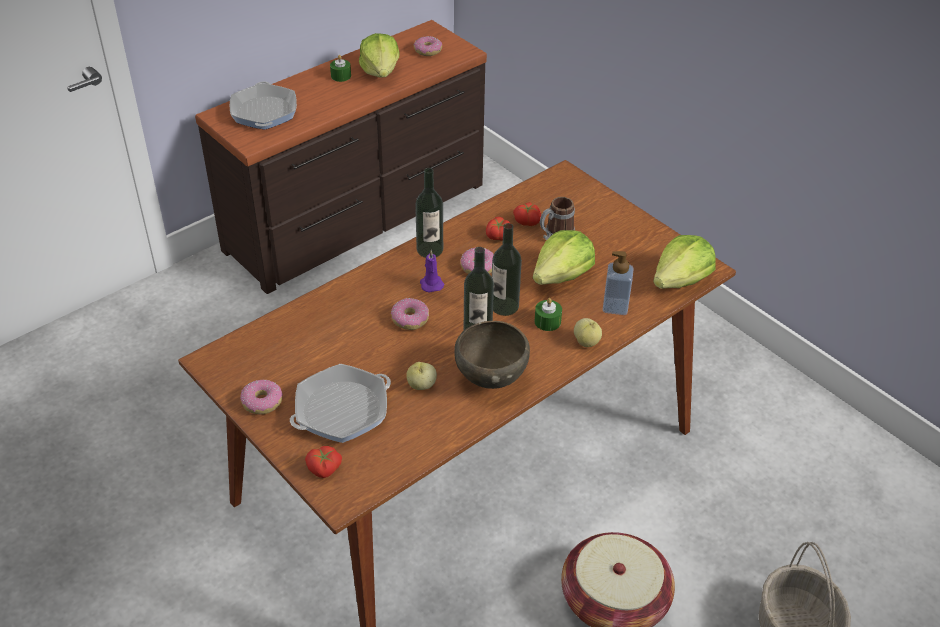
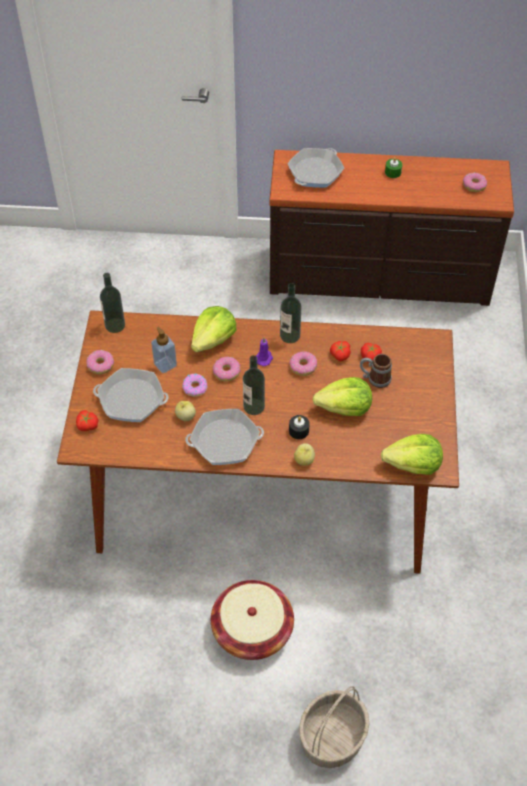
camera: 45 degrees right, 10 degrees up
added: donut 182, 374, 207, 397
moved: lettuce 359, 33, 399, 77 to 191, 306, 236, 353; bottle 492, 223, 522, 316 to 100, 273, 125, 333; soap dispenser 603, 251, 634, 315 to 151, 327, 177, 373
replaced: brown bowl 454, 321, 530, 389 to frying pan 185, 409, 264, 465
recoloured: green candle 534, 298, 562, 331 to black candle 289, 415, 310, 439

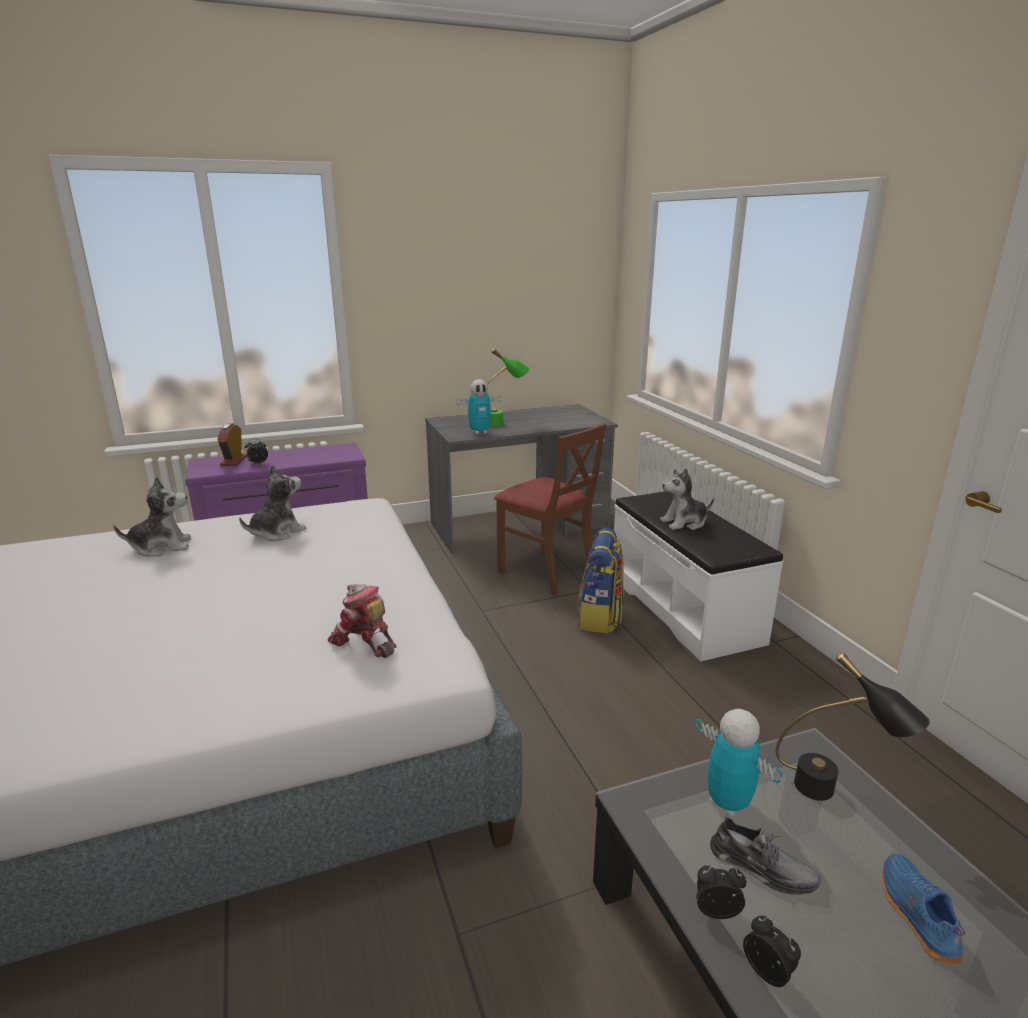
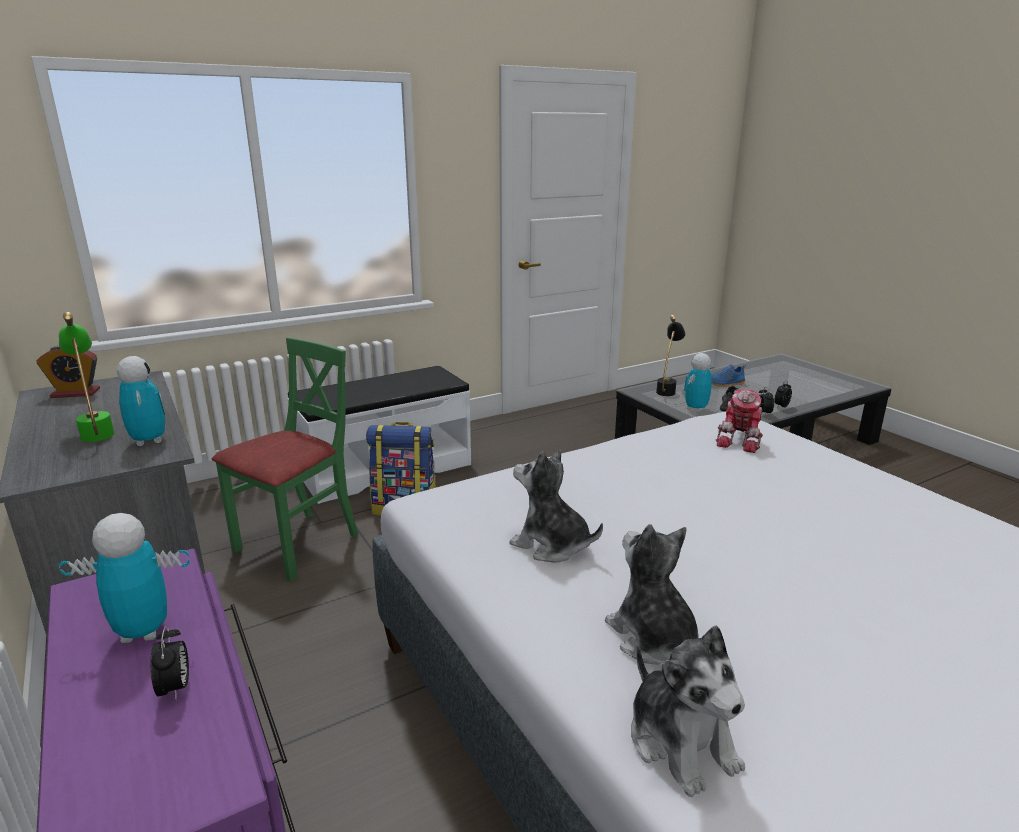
camera: 100 degrees left, 0 degrees up
added: toy robot 59, 513, 190, 643
moved: alarm clock 217, 423, 247, 466 to 36, 345, 100, 398; plush toy 660, 468, 714, 530 to 631, 626, 745, 797
recoloured: brown chair 494, 423, 606, 596 to green chair 212, 337, 358, 581

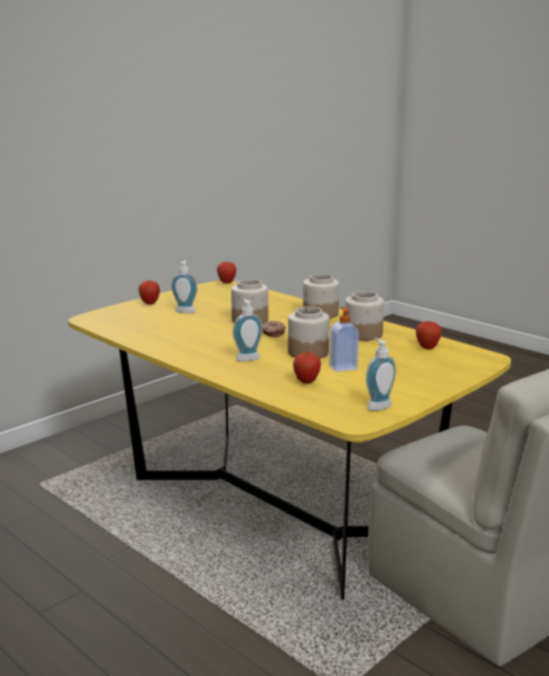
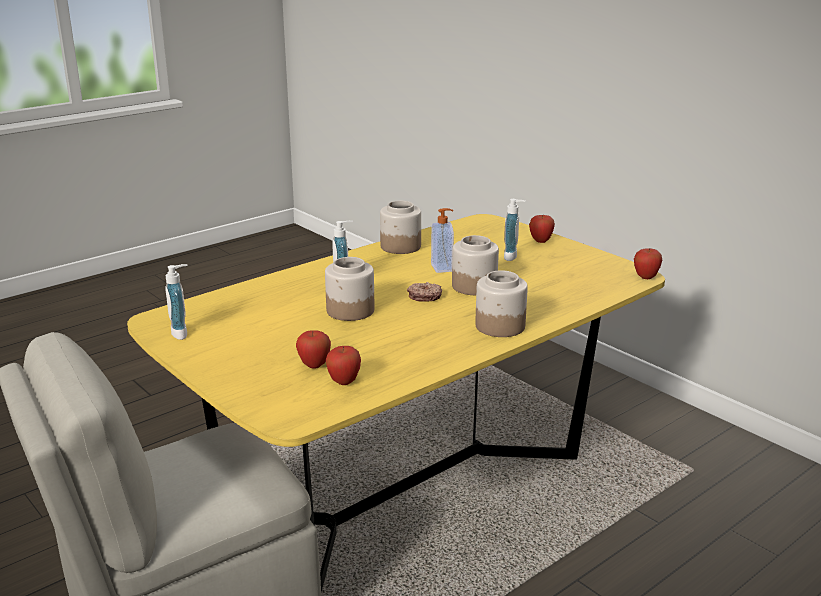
camera: 95 degrees right, 5 degrees up
moved: apple 293, 352, 321, 384 to 296, 330, 331, 369; soap dispenser 329, 307, 359, 372 to 431, 208, 454, 273; jar 345, 291, 384, 341 to 380, 201, 421, 254

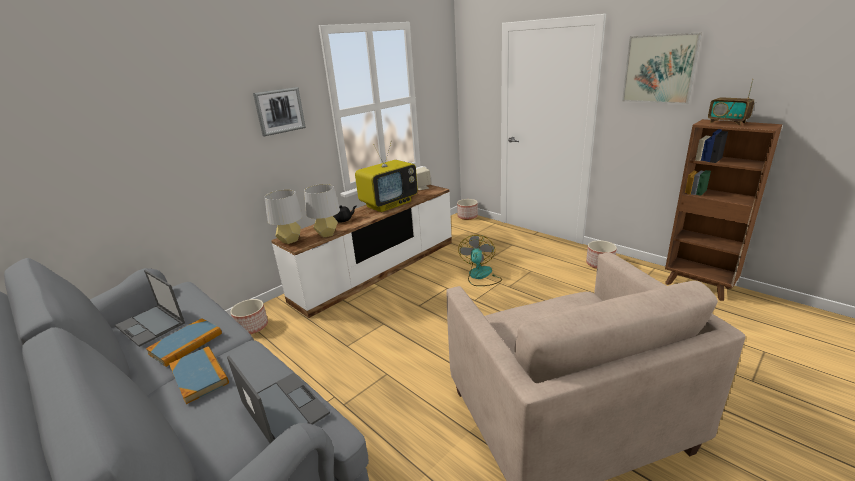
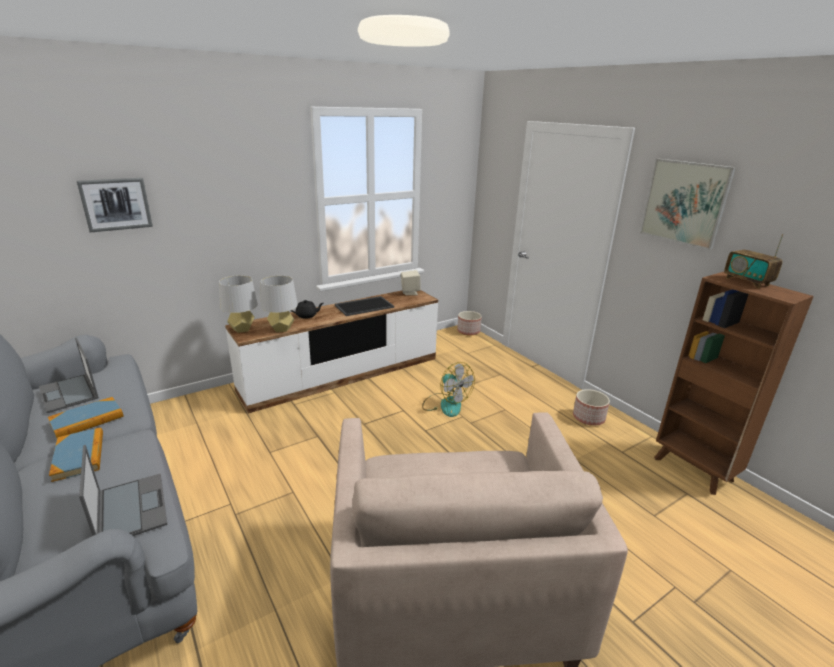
camera: 10 degrees right, 0 degrees up
removed: planter 230, 299, 268, 334
moved: picture 253, 87, 306, 136 to 77, 178, 153, 232
replaced: television 355, 141, 418, 212 to tray 335, 296, 394, 316
turned: fan 458, 235, 502, 286 = 422, 362, 475, 417 120 degrees clockwise

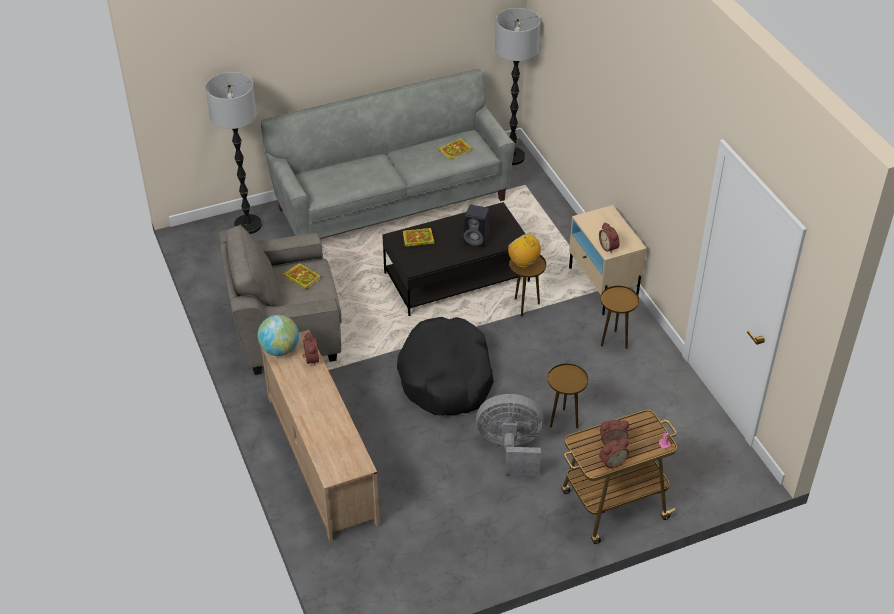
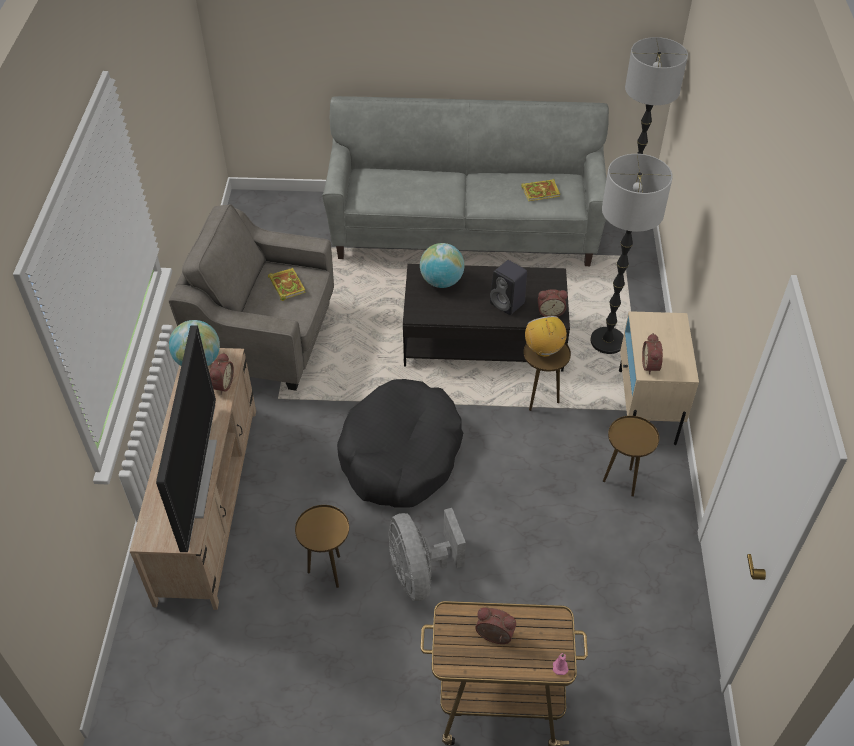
camera: 25 degrees right, 5 degrees up
added: television 156, 325, 217, 552
moved: floor lamp 206, 72, 262, 234 to 590, 154, 673, 354; brown side table 548, 363, 588, 428 to 295, 505, 349, 588; alarm clock 599, 439, 629, 468 to 538, 289, 568, 317
replaced: book 403, 228, 435, 246 to globe 420, 243, 464, 288
turned: grey fan 476, 394, 544, 476 = 389, 508, 466, 601 135 degrees counterclockwise

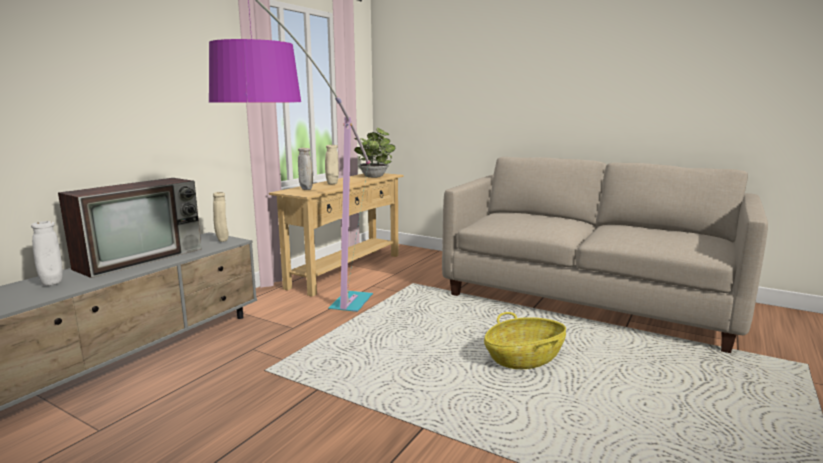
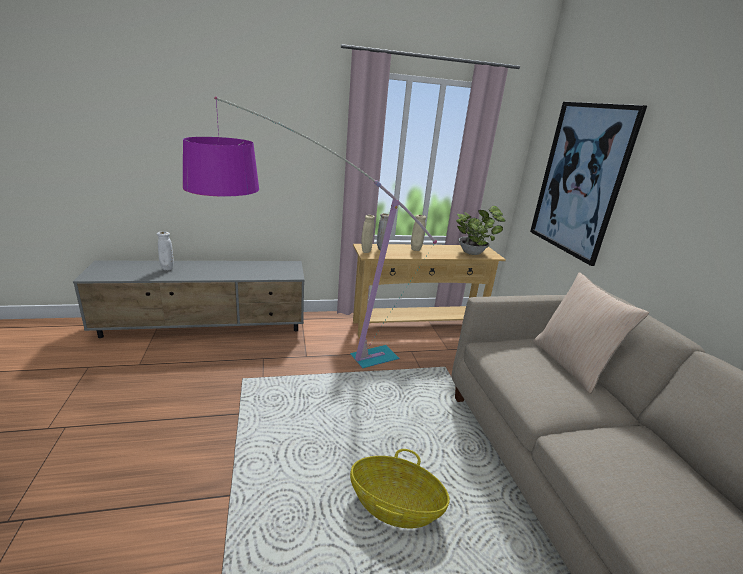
camera: 45 degrees right, 10 degrees up
removed: television 58, 178, 202, 278
added: picture 530, 102, 647, 266; beige pillow 533, 272, 649, 394
moved: beige vase 213, 192, 229, 242 to 361, 215, 375, 253

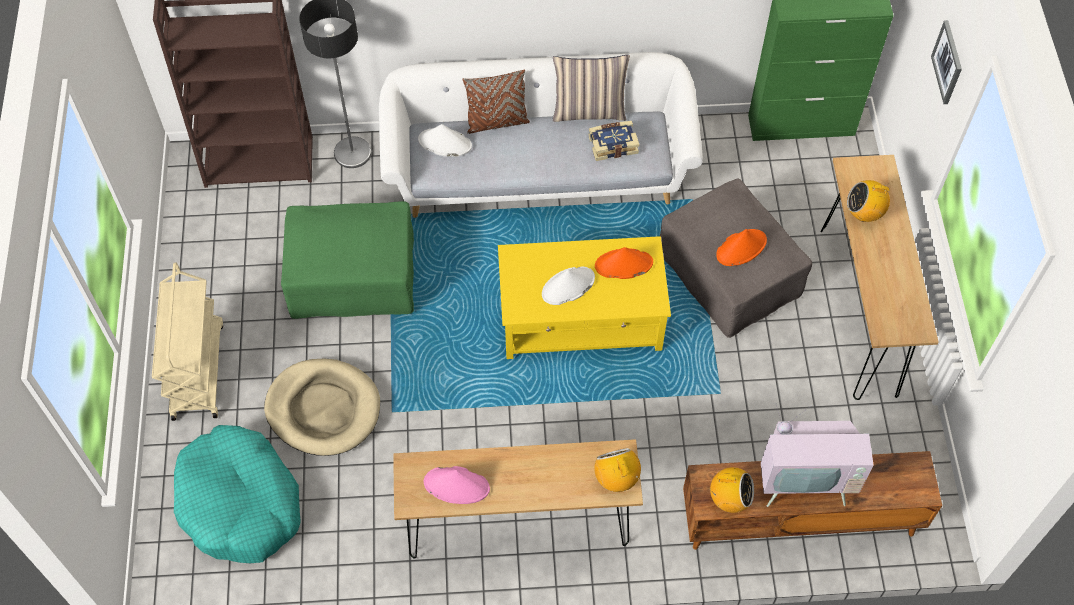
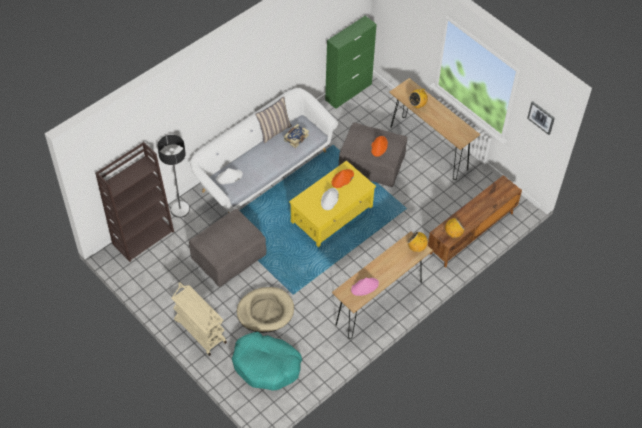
camera: 40 degrees left, 5 degrees down
removed: brown pillow 463, 69, 530, 134; television 761, 403, 874, 507
moved: picture 931, 20, 962, 104 to 527, 101, 555, 135
recoloured: green ottoman 281, 201, 414, 319 to grey ottoman 189, 209, 266, 287

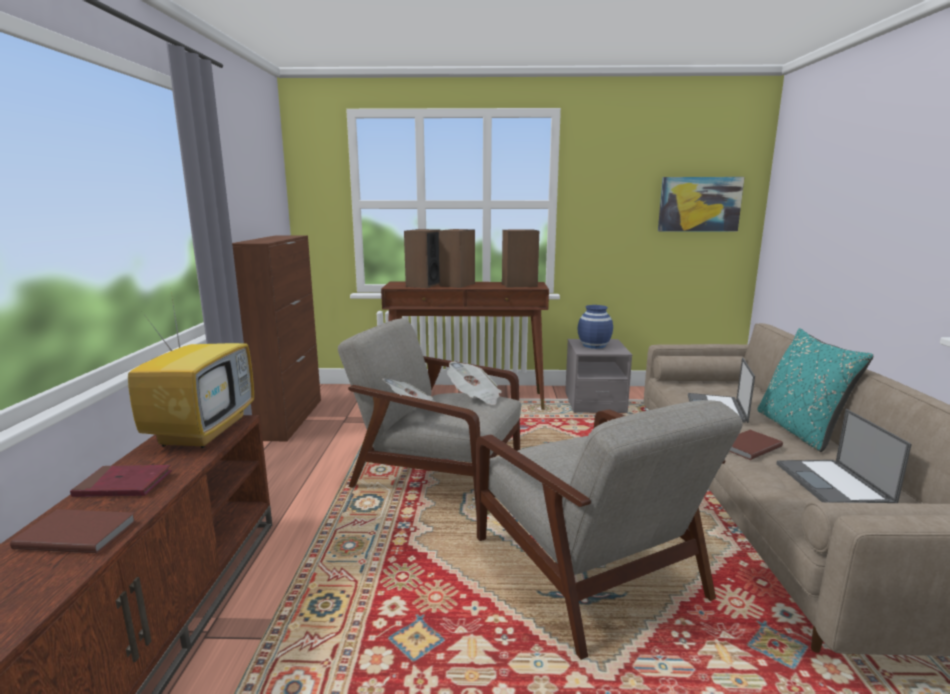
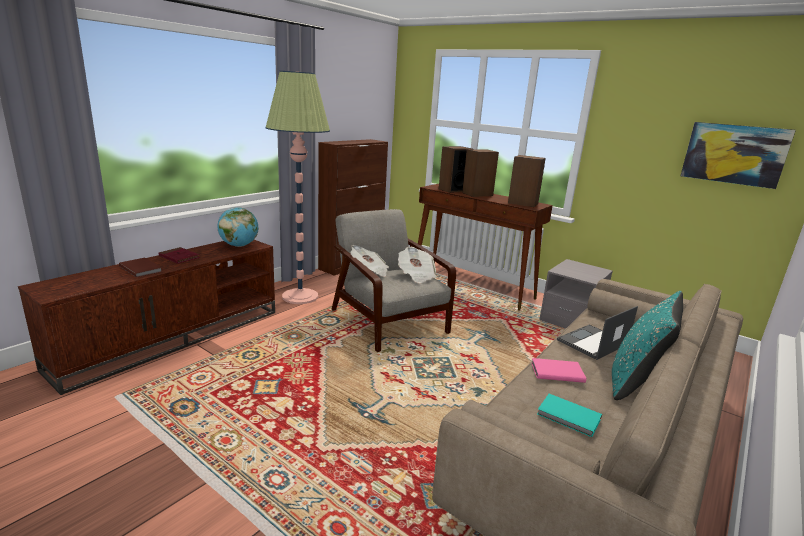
camera: 35 degrees right, 5 degrees up
removed: grey armchair 476, 400, 743, 660; blue vase 578, 305, 613, 349
added: floor lamp 266, 71, 330, 304
replaced: television 128, 292, 254, 448 to globe 218, 207, 259, 247; laptop 776, 409, 912, 503 to turquoise book 537, 394, 602, 437
recoloured: brown book 729, 430, 783, 460 to pink book 531, 358, 586, 383

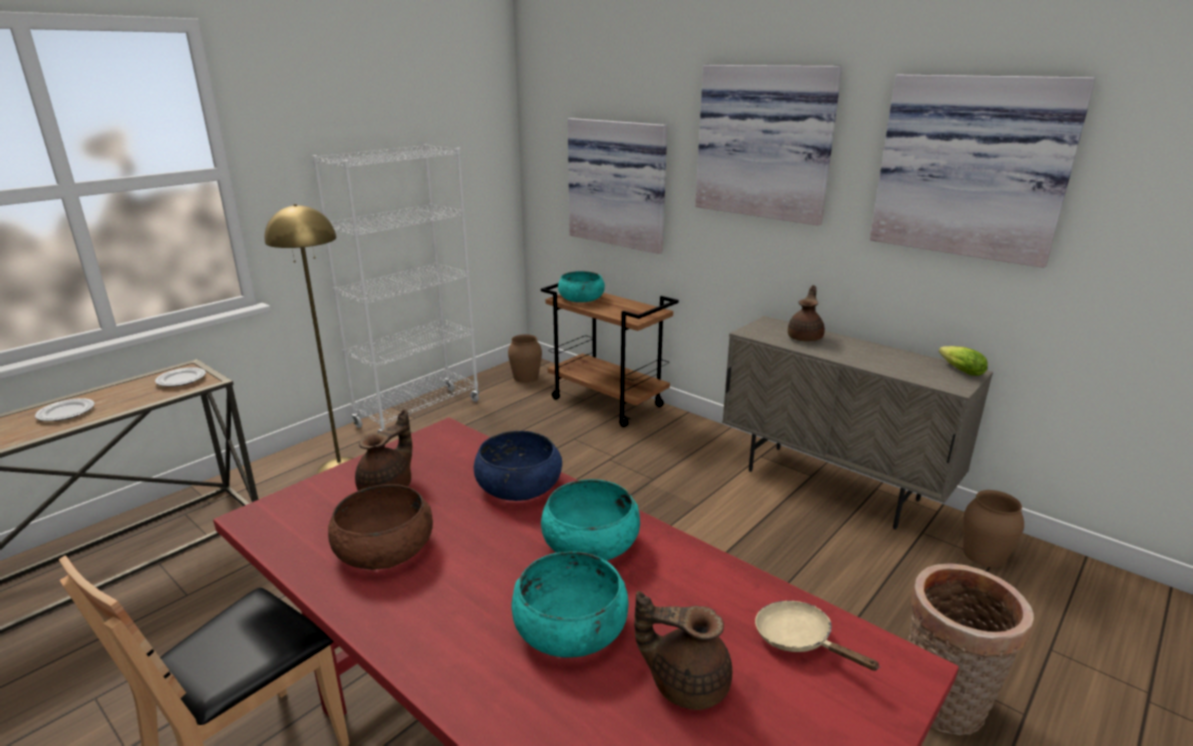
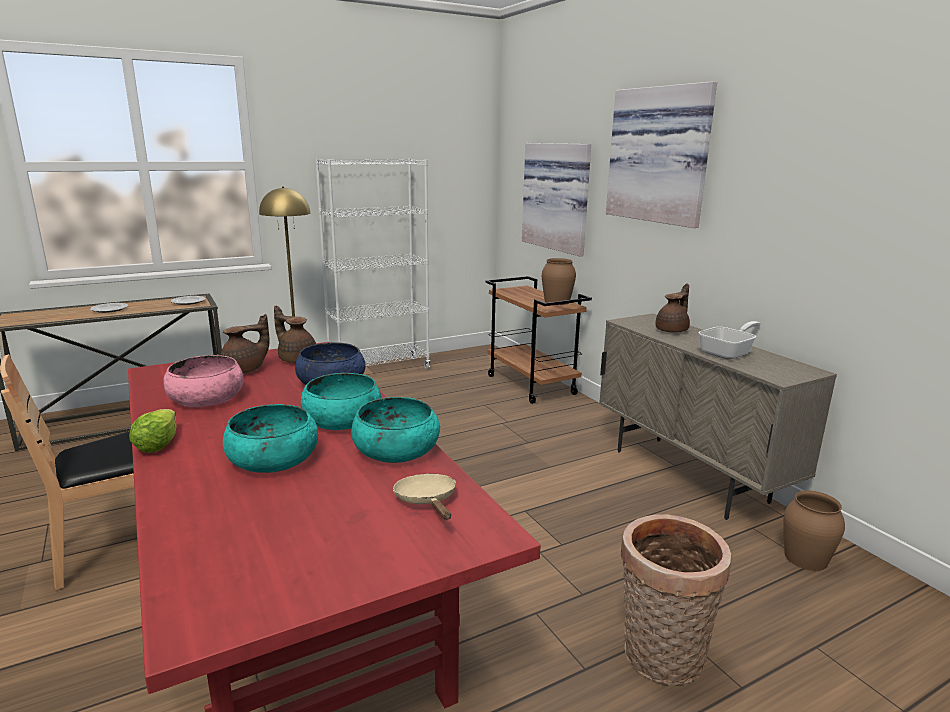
camera: 20 degrees right, 5 degrees down
removed: picture 870, 74, 1096, 268
added: frying pan 699, 321, 761, 360
moved: brown vase 508, 334, 542, 383 to 542, 258, 576, 305; turquoise bowl 558, 271, 605, 302 to 351, 397, 440, 463; brown teapot 634, 591, 732, 710 to 274, 306, 316, 363; lettuce 939, 346, 988, 376 to 129, 409, 176, 453
recoloured: brown bowl 328, 484, 433, 570 to pink bowl 164, 355, 244, 407

